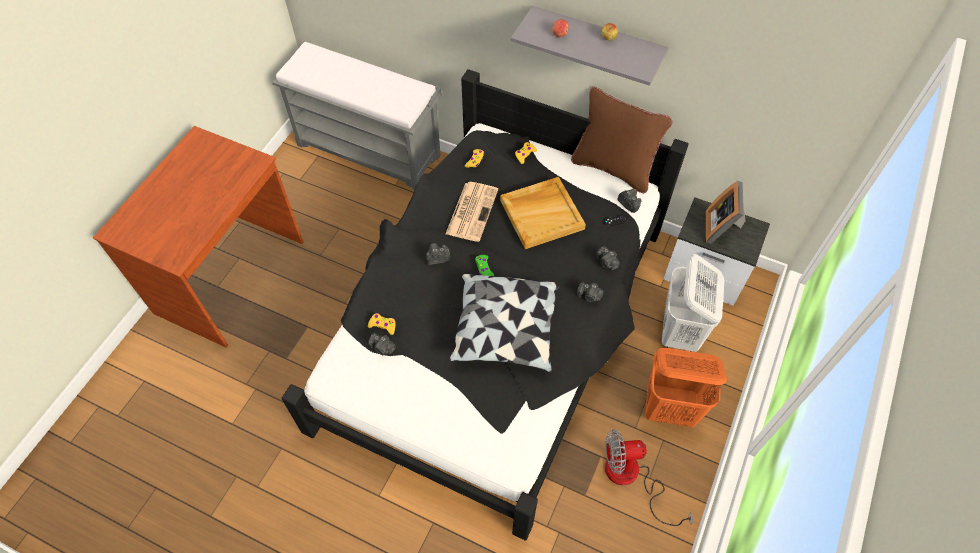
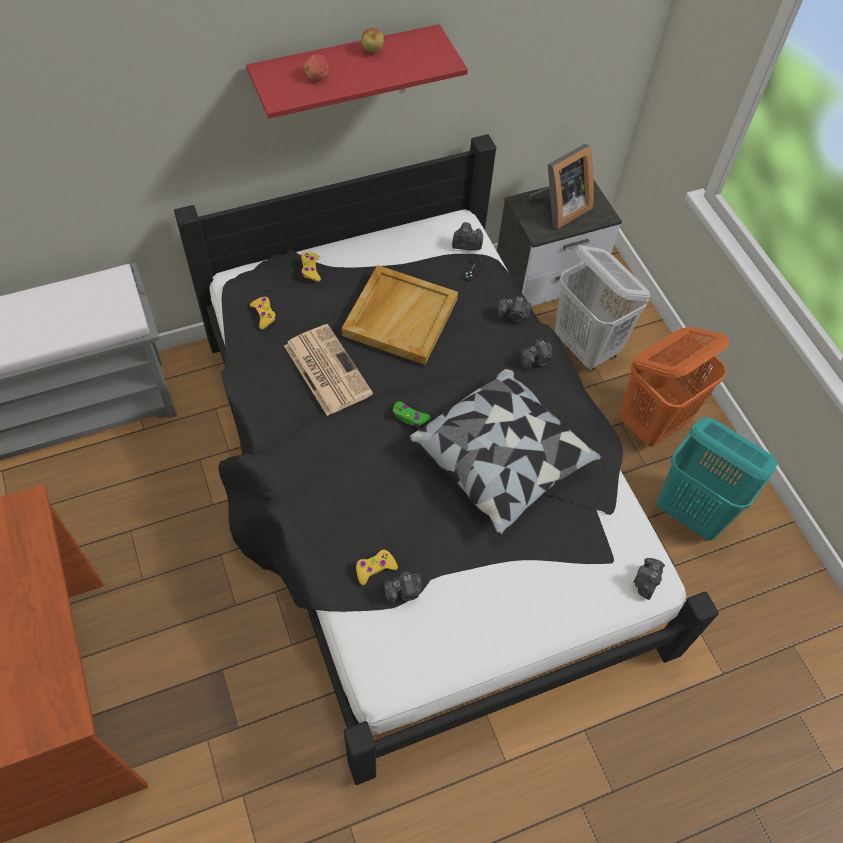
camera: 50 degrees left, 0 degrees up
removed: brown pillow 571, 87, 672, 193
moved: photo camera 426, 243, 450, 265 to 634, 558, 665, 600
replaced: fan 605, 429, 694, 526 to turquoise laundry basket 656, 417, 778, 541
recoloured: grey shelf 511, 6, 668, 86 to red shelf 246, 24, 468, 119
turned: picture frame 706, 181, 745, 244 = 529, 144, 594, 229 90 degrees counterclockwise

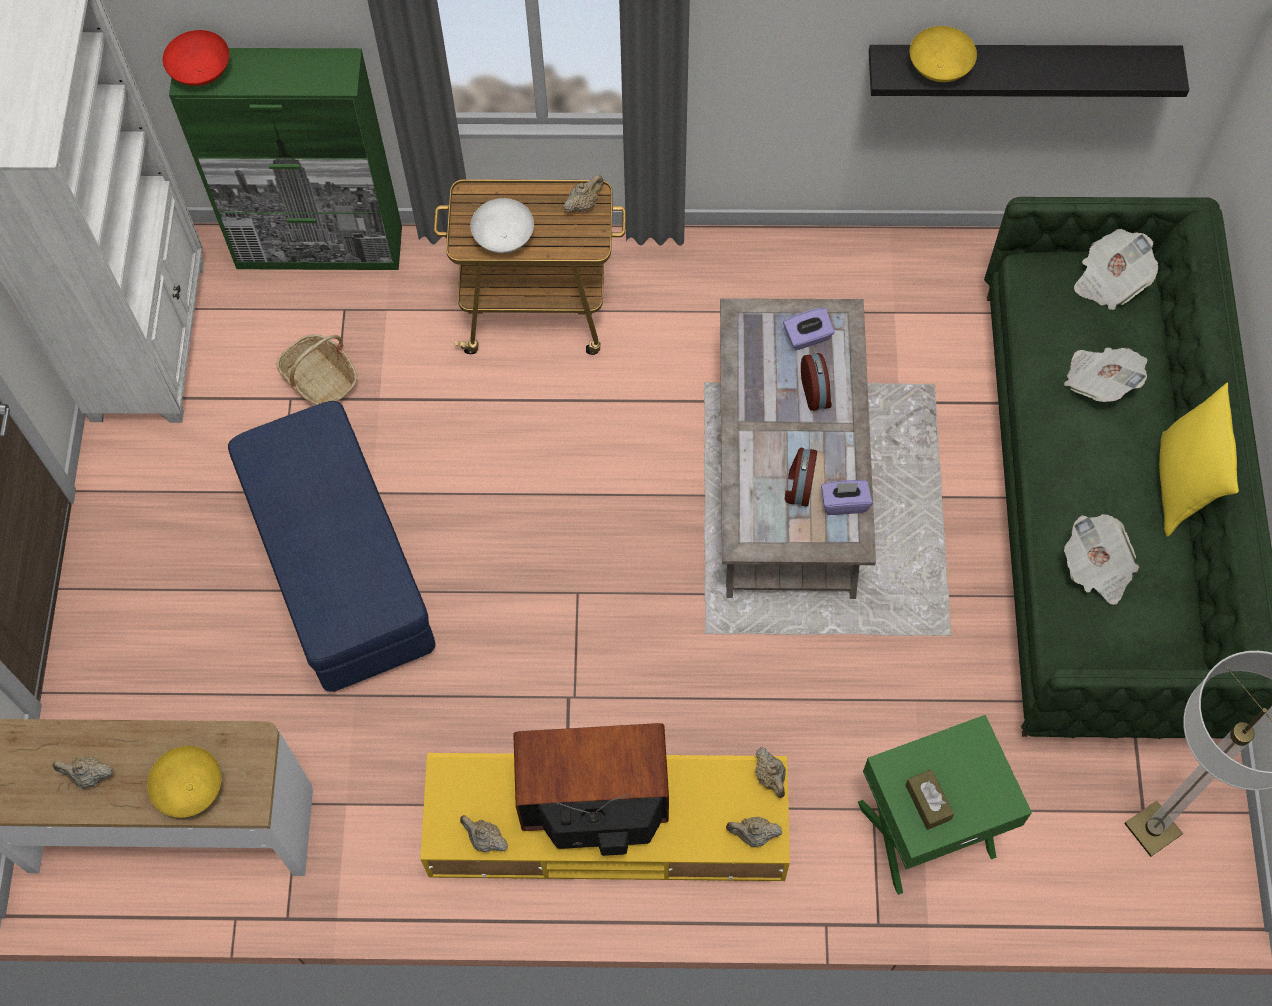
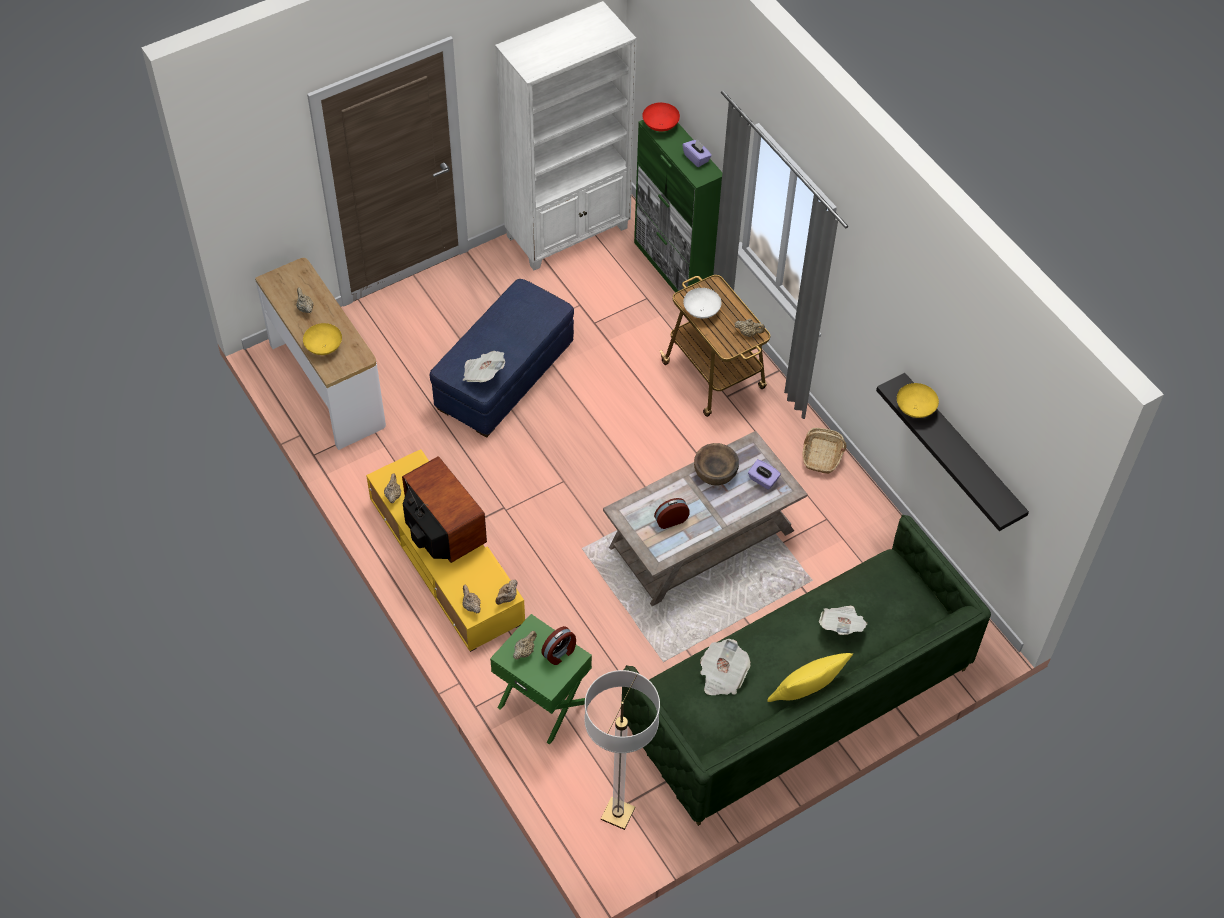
camera: 55 degrees right, 10 degrees down
added: brown bowl 694, 443, 739, 485
moved: basket 276, 334, 357, 405 to 802, 428, 846, 474; alarm clock 801, 353, 832, 411 to 541, 626, 576, 665; purple tissue box 821, 480, 872, 515 to 682, 139, 712, 167; newspaper 1074, 229, 1158, 310 to 463, 351, 505, 382
replaced: brown tissue box 905, 769, 954, 830 to beige teapot 513, 631, 537, 659

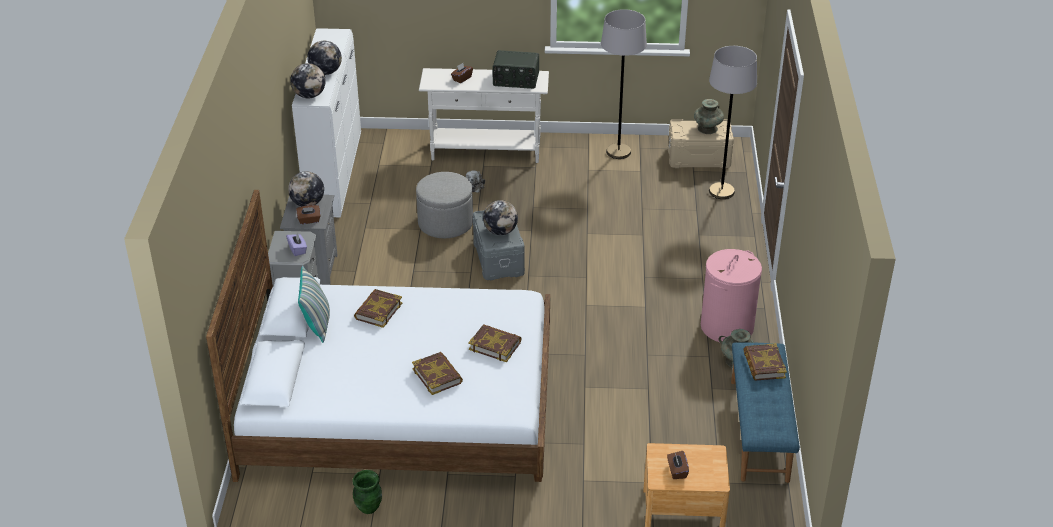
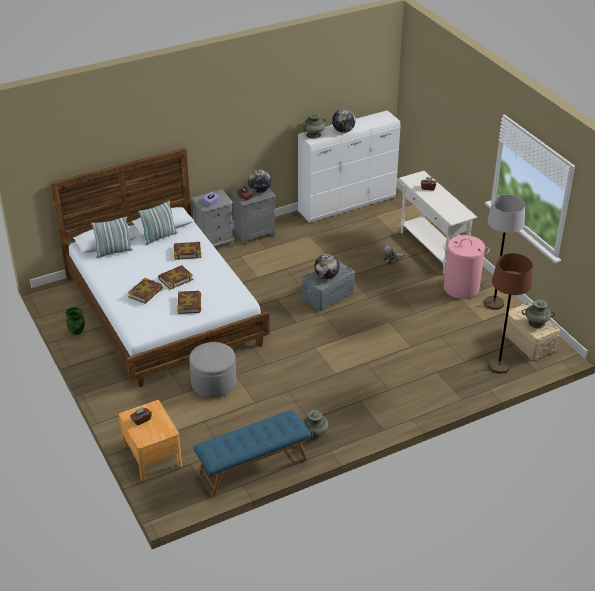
camera: 60 degrees right, 0 degrees up
removed: radio 492, 50, 539, 89
added: pillow 91, 216, 133, 258
moved: grey ottoman 416, 172, 473, 238 to 189, 342, 236, 398; pink laundry basket 701, 249, 762, 342 to 443, 235, 490, 299; book 743, 343, 787, 381 to 158, 265, 193, 290
replaced: globe 290, 63, 326, 98 to turquoise vase 302, 113, 325, 139
recoloured: grey floor lamp 709, 46, 757, 199 to brown floor lamp 488, 253, 533, 374

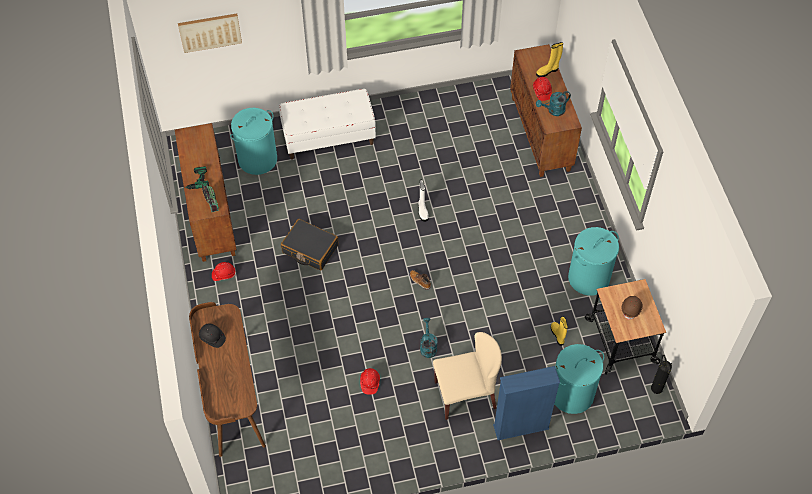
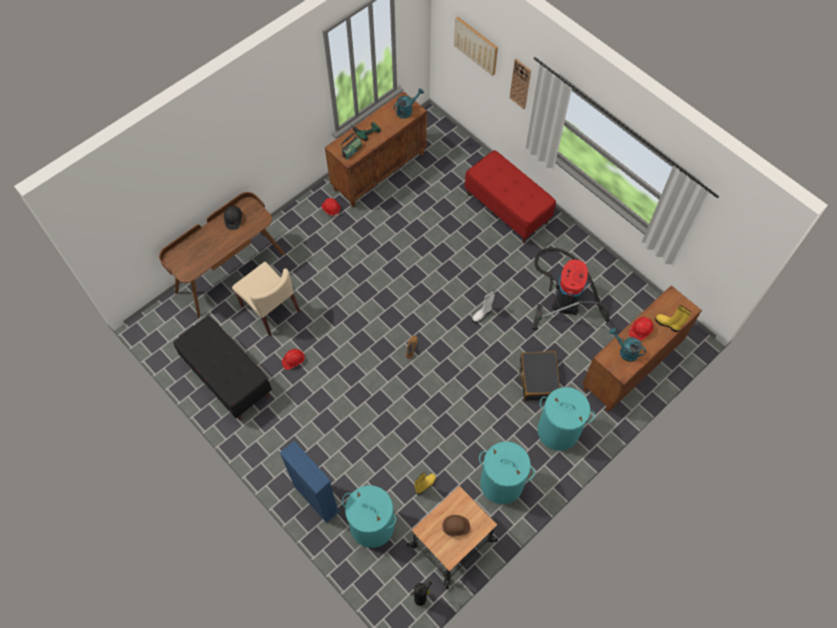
camera: 60 degrees right, 5 degrees up
added: black bench 173, 316, 272, 420; wall clock 510, 59, 531, 109; vacuum cleaner 532, 248, 610, 330
moved: turquoise laundry basket 230, 108, 277, 175 to 537, 387, 595, 451; black suitcase 281, 219, 339, 271 to 519, 351, 560, 401; turquoise watering can 420, 318, 438, 358 to 394, 88, 424, 119; beige chair 433, 332, 502, 420 to 232, 262, 300, 336
recoloured: white bench 279, 89, 376, 160 to red bench 465, 150, 556, 243

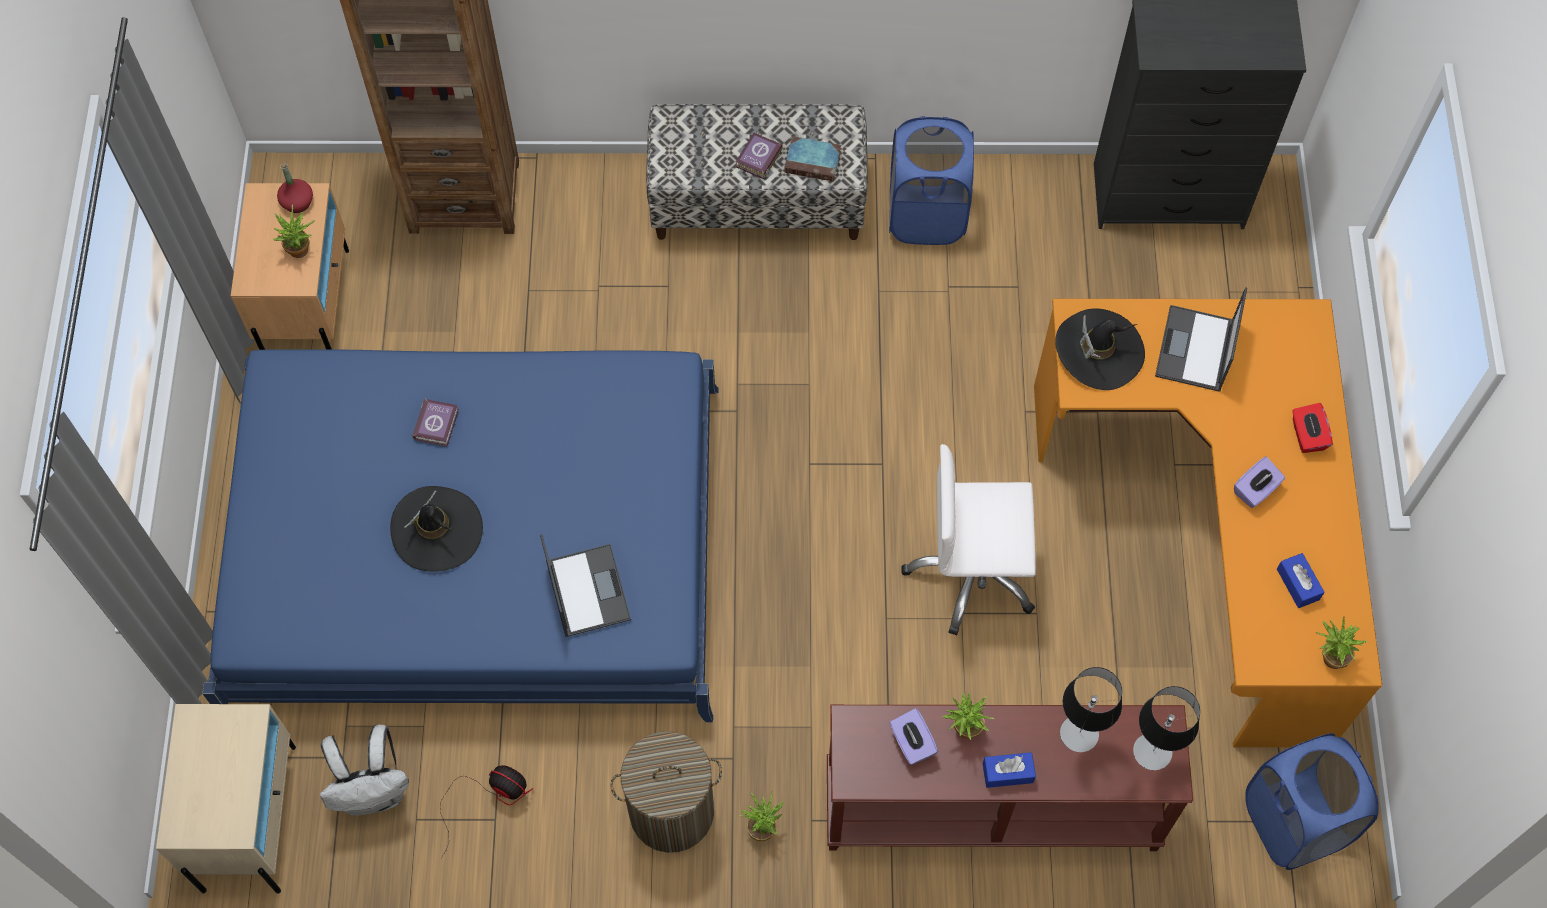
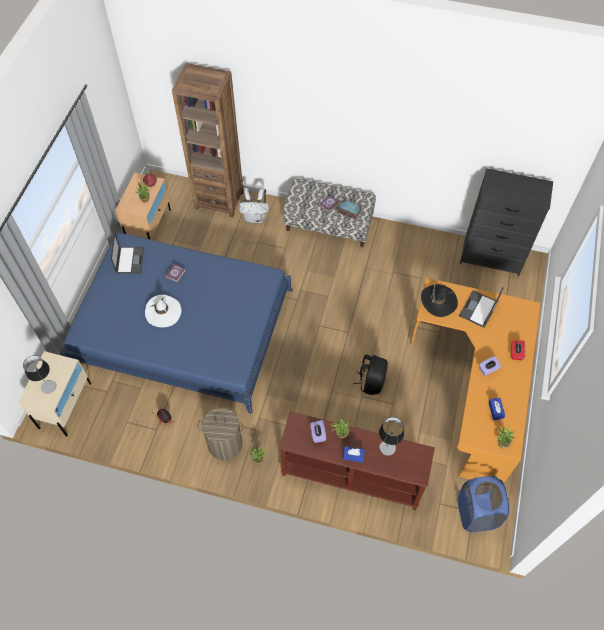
camera: 15 degrees right, 5 degrees down
removed: blue laundry basket 889, 116, 974, 245
moved: white backpack 320, 725, 409, 816 to 239, 188, 269, 223; laptop 540, 534, 631, 637 to 110, 232, 144, 274; table lamp 1133, 686, 1200, 770 to 23, 355, 56, 394
replaced: white office chair 901, 444, 1036, 635 to black backpack 353, 355, 388, 395
recoloured: black hat 390, 486, 483, 572 to white hat 145, 295, 181, 327

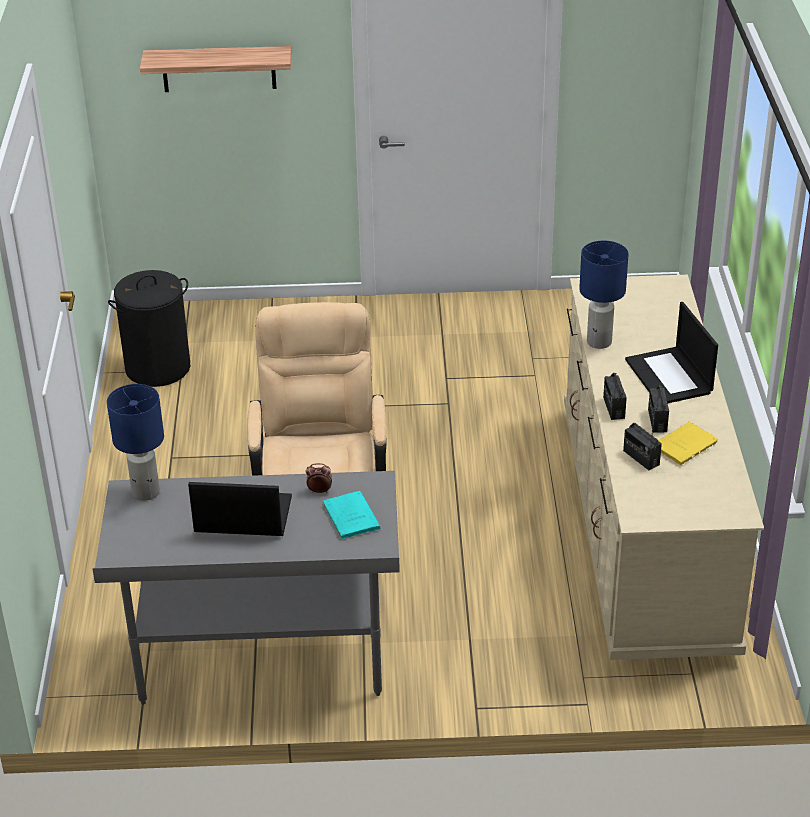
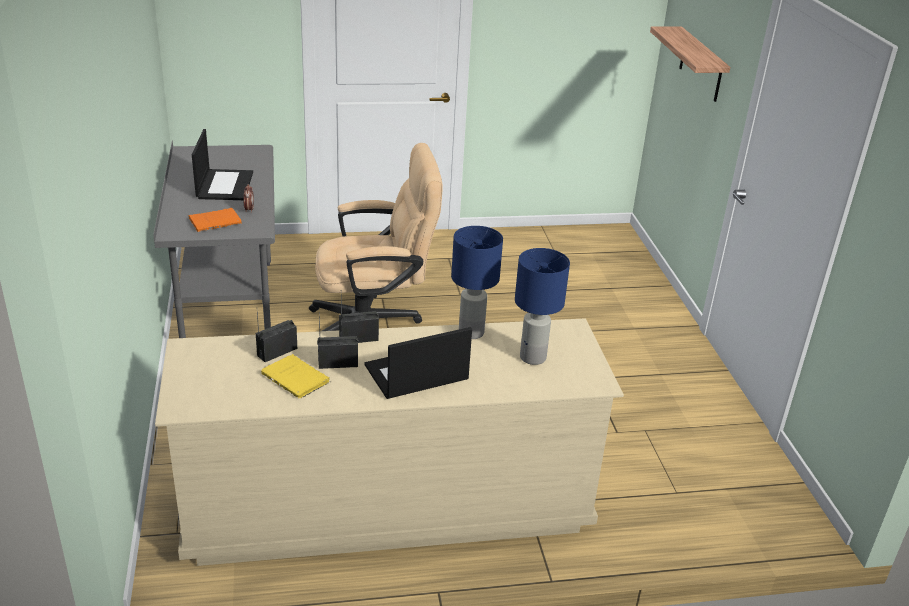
camera: 80 degrees right, 5 degrees down
removed: black laundry basket 108, 270, 190, 387
moved: blue table lamp 107, 384, 164, 501 to 515, 248, 570, 365
recoloured: turquoise book 322, 491, 380, 539 to orange book 189, 208, 242, 232

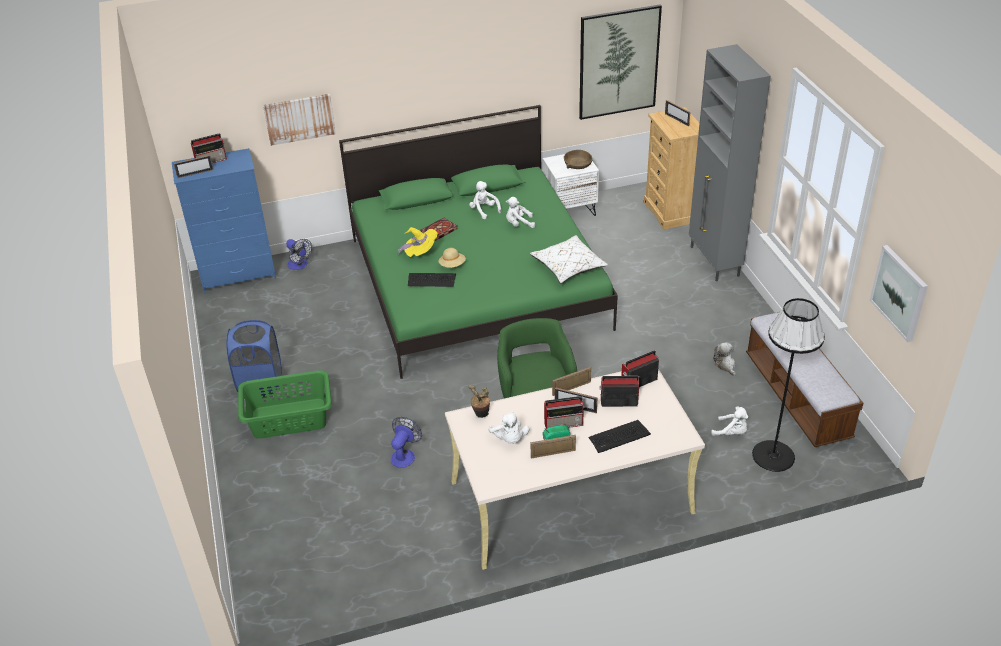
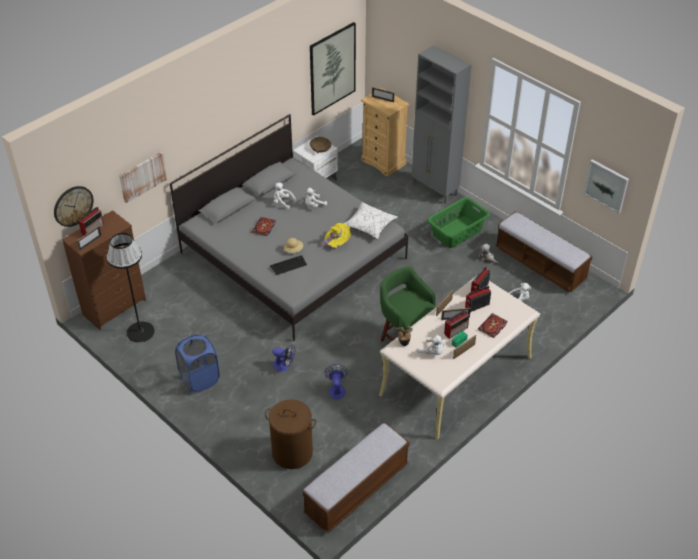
camera: 30 degrees left, 5 degrees up
added: wall clock 54, 186, 94, 227; brown laundry basket 265, 399, 316, 469; bench 302, 423, 409, 533
moved: green laundry basket 238, 370, 332, 439 to 427, 197, 490, 248; fan 286, 239, 312, 270 to 273, 344, 295, 372; yellow hat 397, 227, 438, 257 to 320, 223, 351, 250; black floor lamp 752, 298, 825, 472 to 107, 233, 154, 342
replaced: keyboard 588, 420, 651, 453 to book 478, 313, 507, 338
recoloured: blue dresser 172, 148, 276, 293 to brown dresser 62, 210, 146, 330; green bed 339, 105, 618, 379 to grey bed 170, 114, 408, 341

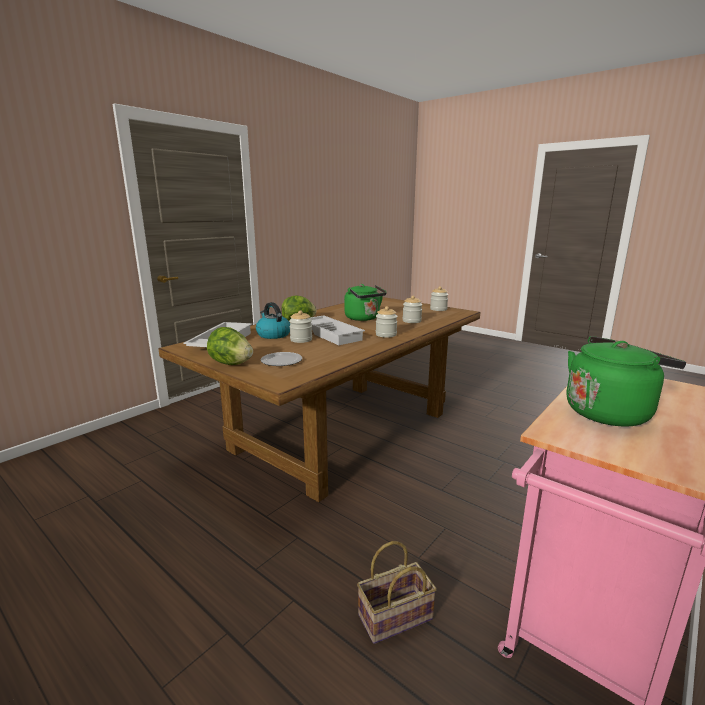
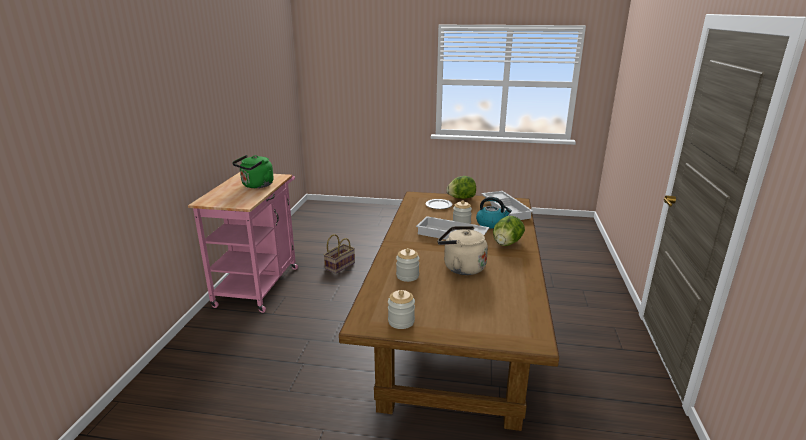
camera: 150 degrees right, 5 degrees up
removed: jar 376, 306, 398, 338
recoloured: green kettle 344, 284, 387, 321 to beige kettle 438, 226, 488, 275

